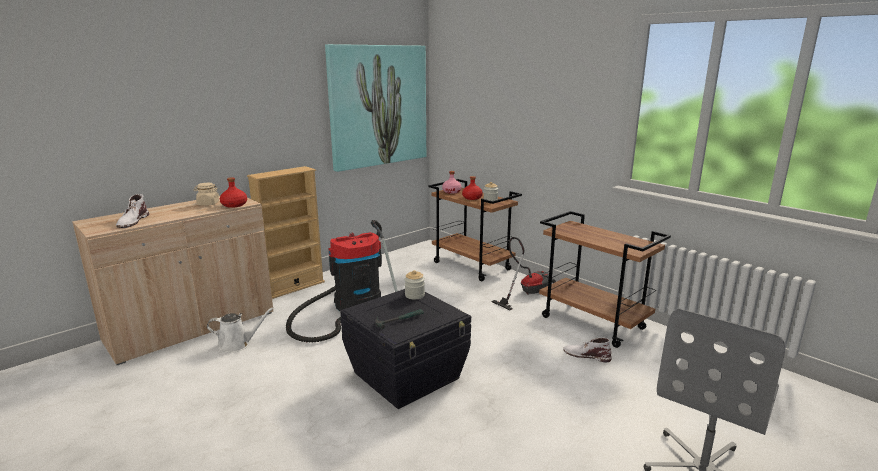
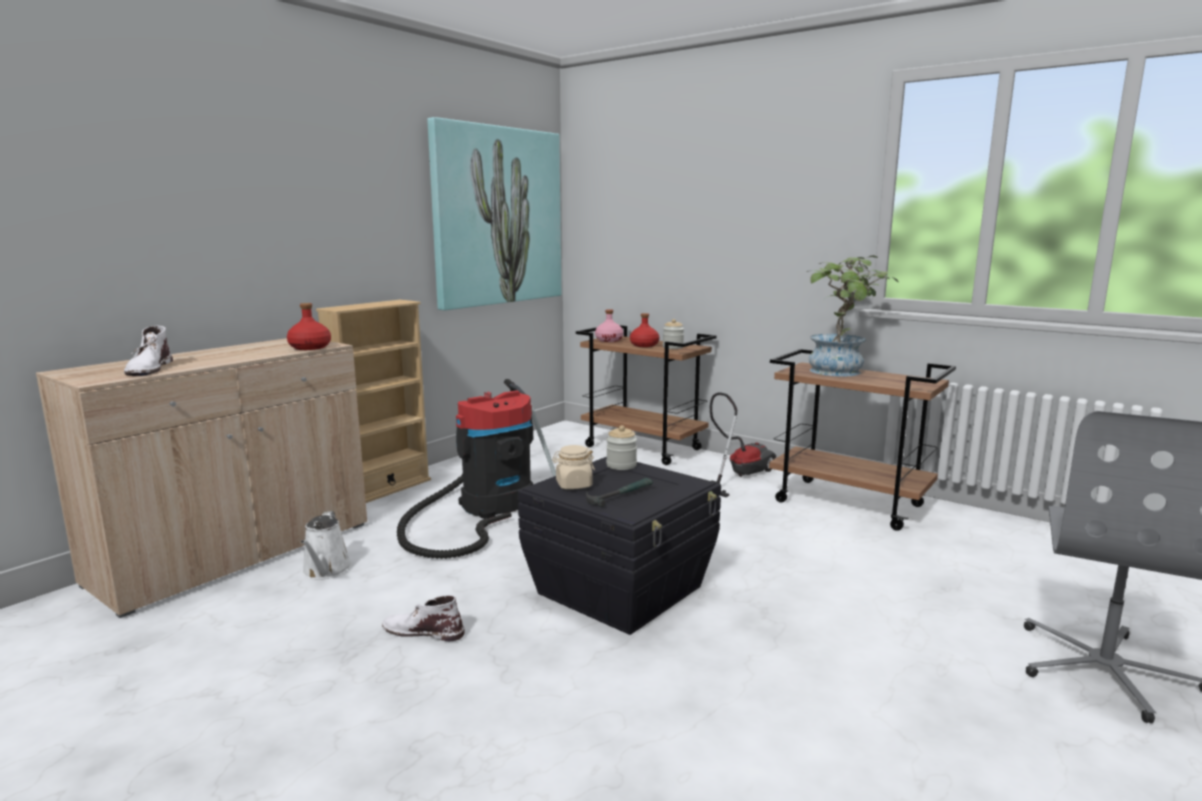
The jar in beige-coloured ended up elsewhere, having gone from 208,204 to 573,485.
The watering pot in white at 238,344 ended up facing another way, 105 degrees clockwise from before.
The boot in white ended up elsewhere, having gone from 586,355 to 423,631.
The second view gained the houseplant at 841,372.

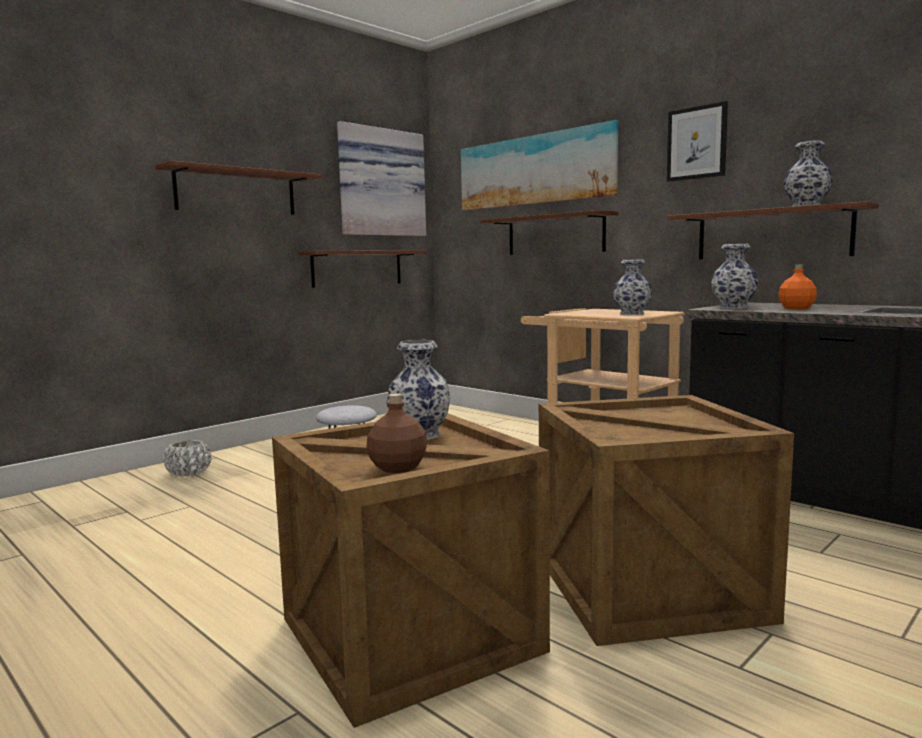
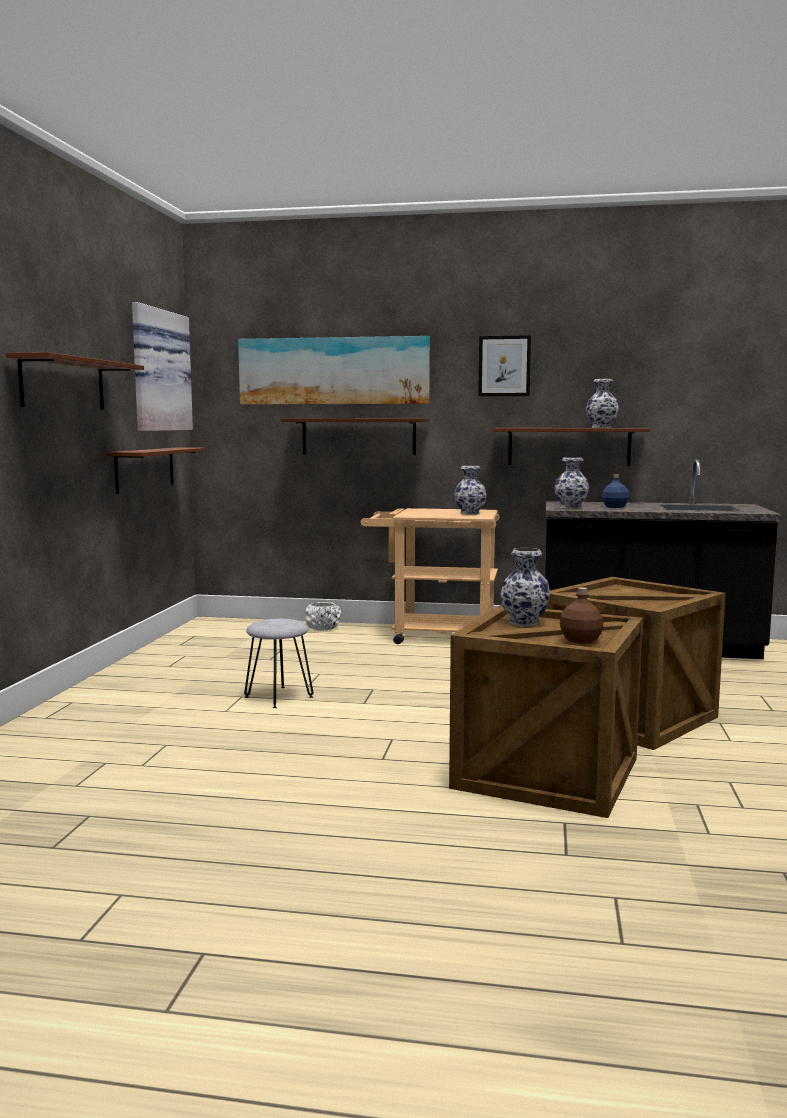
What was the drink bottle in orange at 797,308 turned into the drink bottle in blue at 615,507.
The flower pot in white ended up elsewhere, having gone from 188,473 to 323,628.

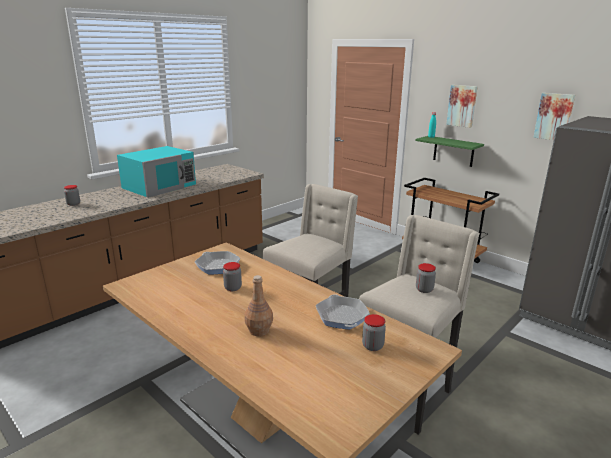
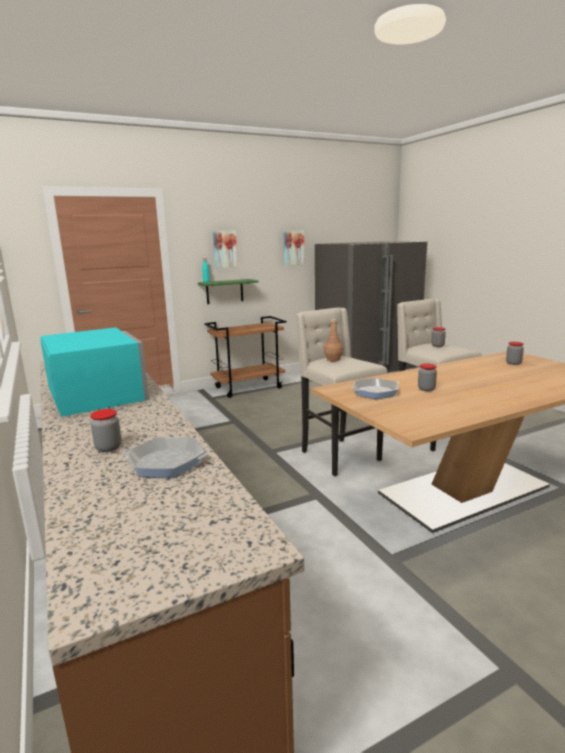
The drink bottle in brown-coloured ended up elsewhere, having gone from 259,330 to 333,359.
The frying pan ended up elsewhere, having gone from 342,316 to 167,462.

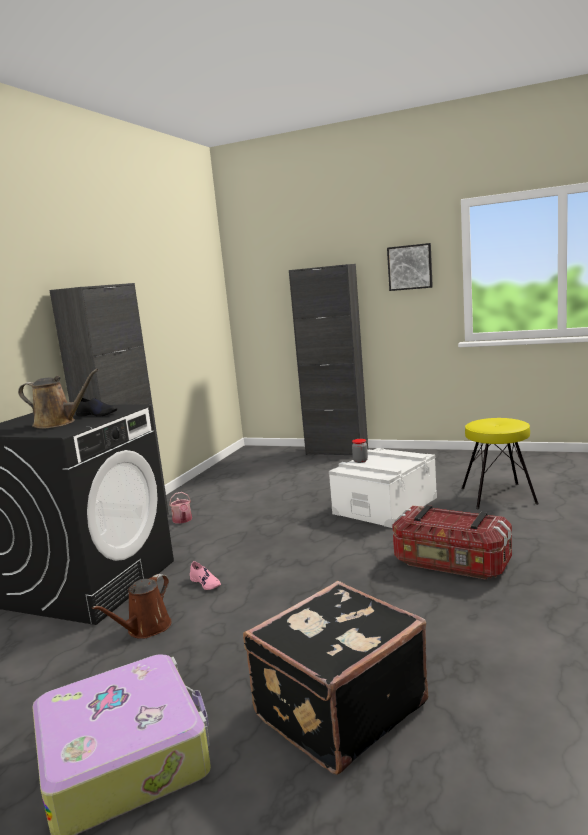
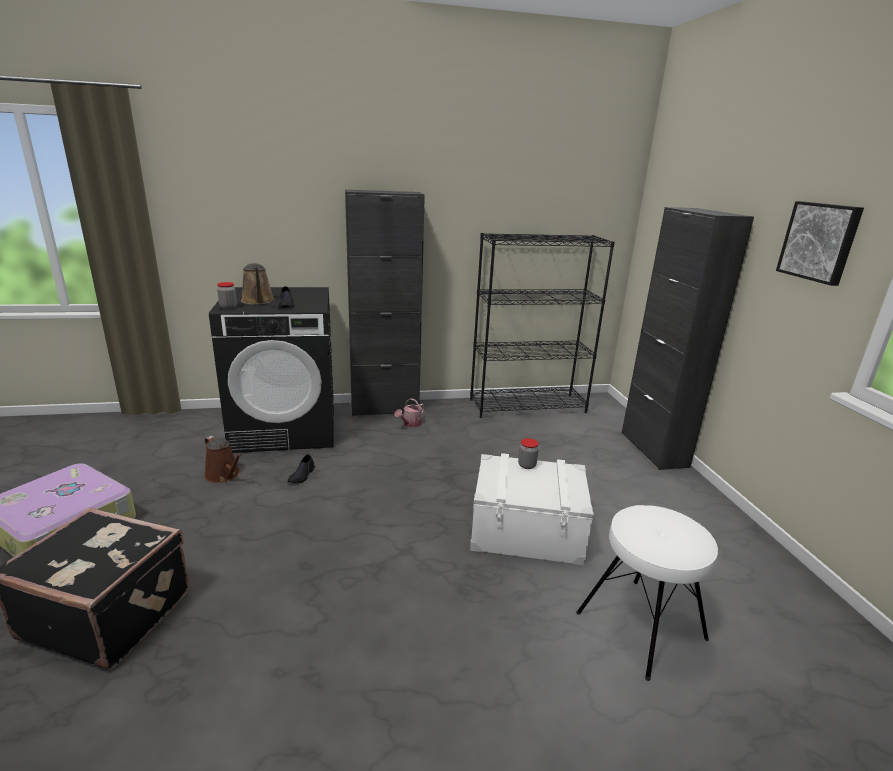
What was the sitting stool in yellowish at 498,496 turned into the sitting stool in white at 639,625.
The second view lost the storage bin at 451,564.
What was the item of footwear in pink at 206,583 turned into the item of footwear in black at 302,475.
The watering pot in brown-coloured at 146,629 ended up facing another way, 135 degrees counterclockwise from before.
The second view gained the shelving unit in black at 528,405.
The second view gained the jar at 228,307.

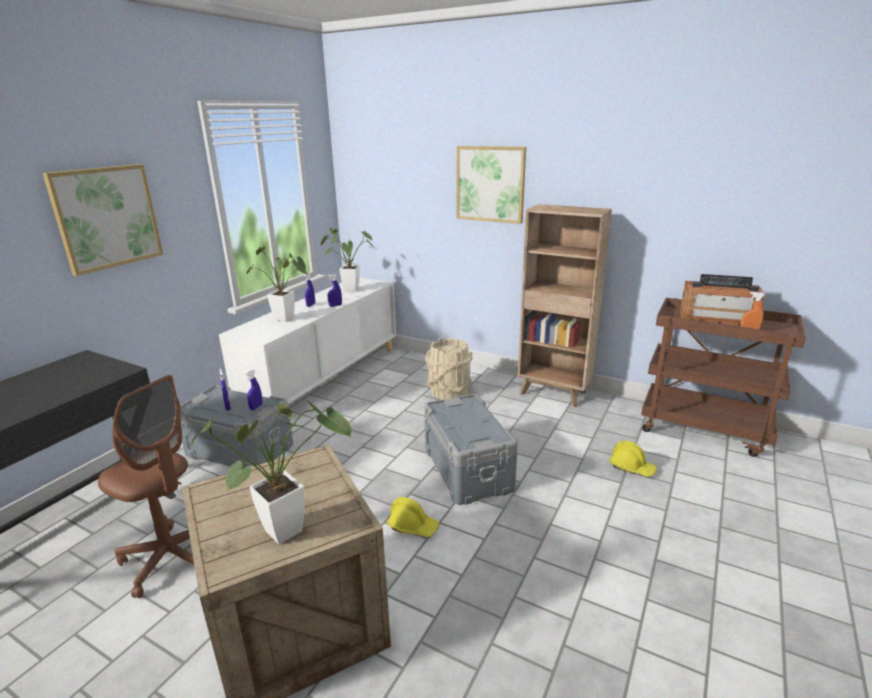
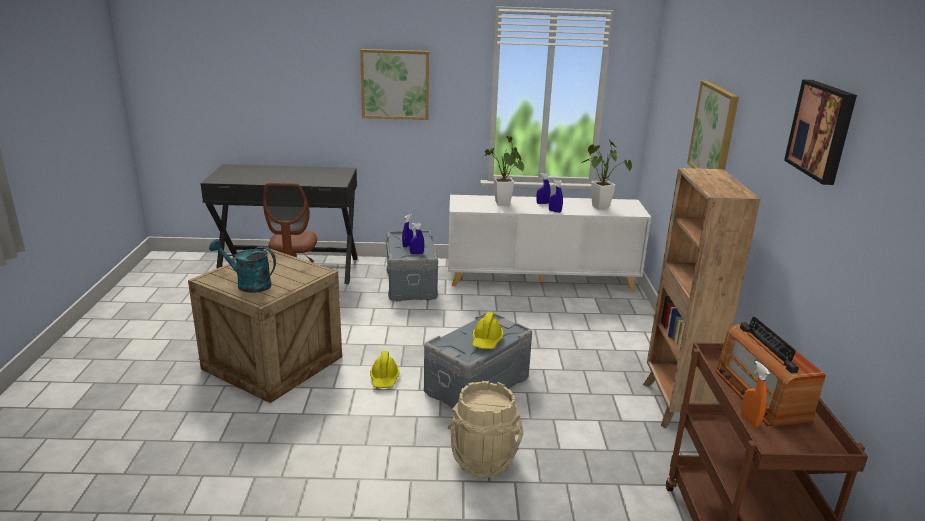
The bucket in beige-coloured ended up elsewhere, having gone from 449,392 to 484,460.
Where the houseplant stood at 292,527, the watering pot in turquoise-coloured came to stand at 248,284.
The work helmet in yellowish ended up elsewhere, having gone from 632,467 to 487,341.
The second view gained the wall art at 822,130.

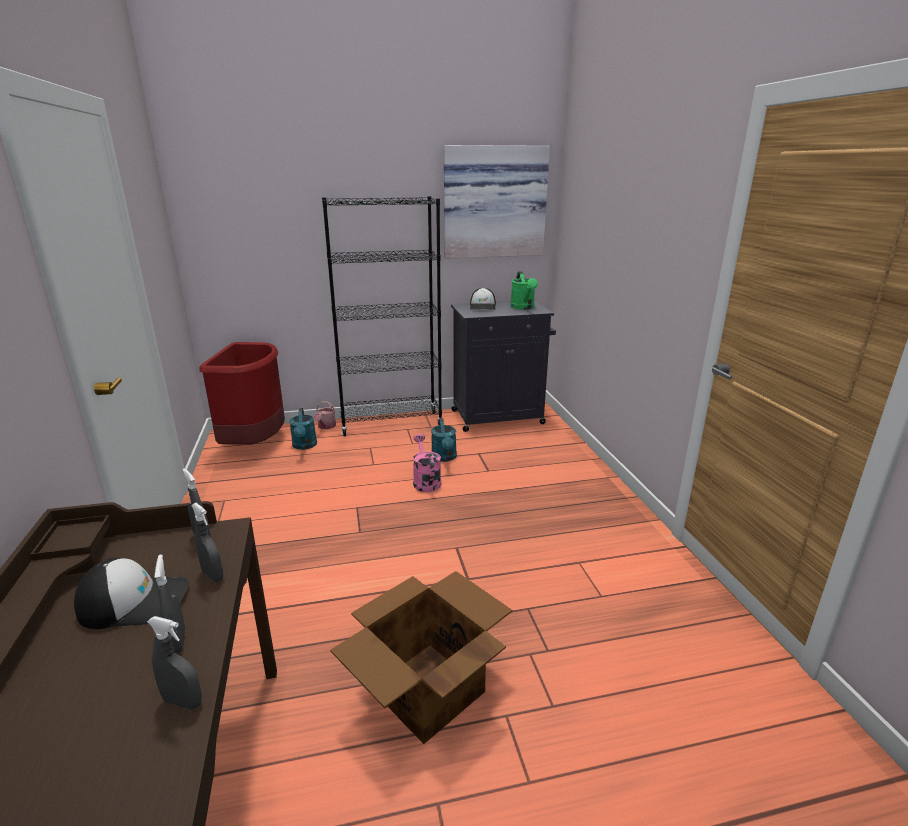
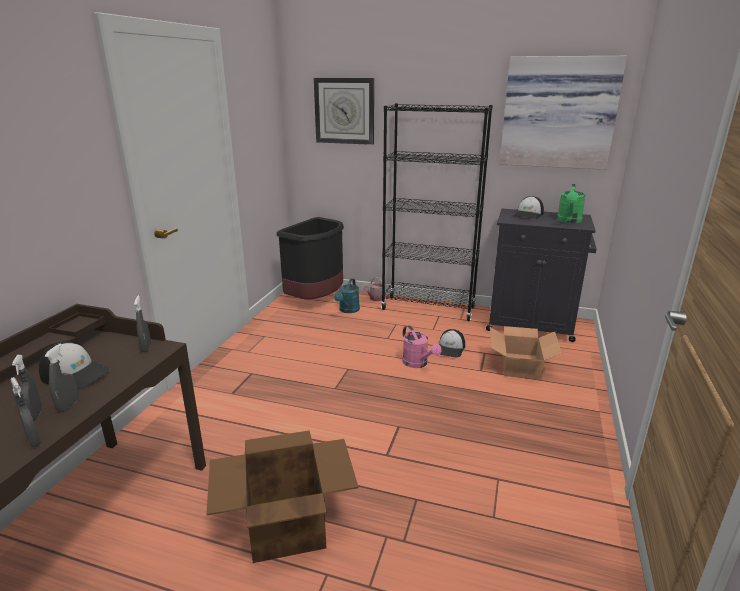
What was the waste bin in reddish at 255,442 turned into the waste bin in black at 316,299.
Where the watering pot in turquoise-coloured stood at 445,458, the baseball cap came to stand at 450,348.
The watering pot in pink at 425,481 ended up facing another way, 135 degrees clockwise from before.
The sprayer in gray ended up elsewhere, having gone from 213,575 to 35,415.
The second view gained the wall clock at 344,111.
The second view gained the cardboard box at 521,365.

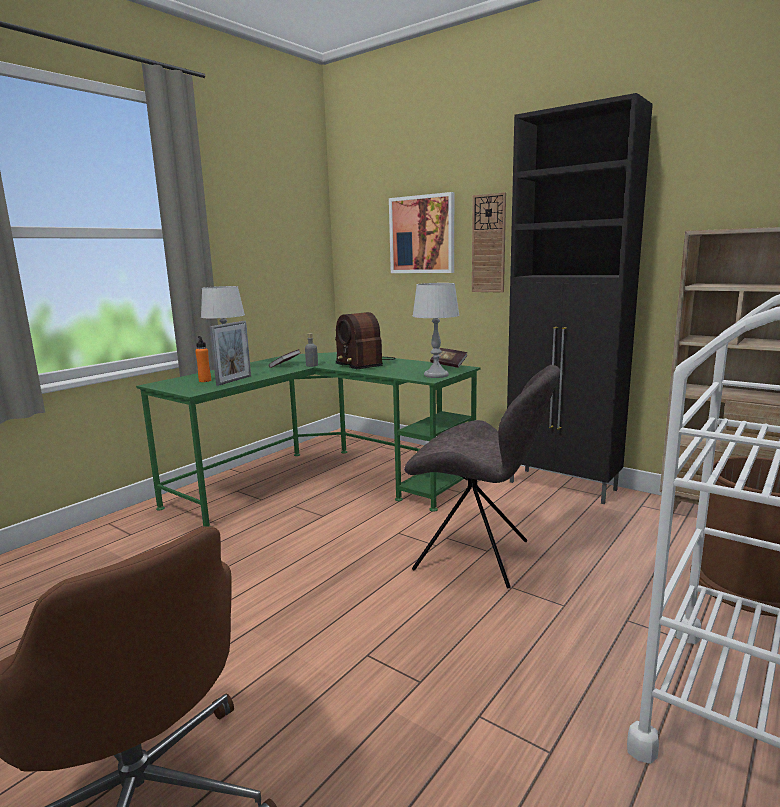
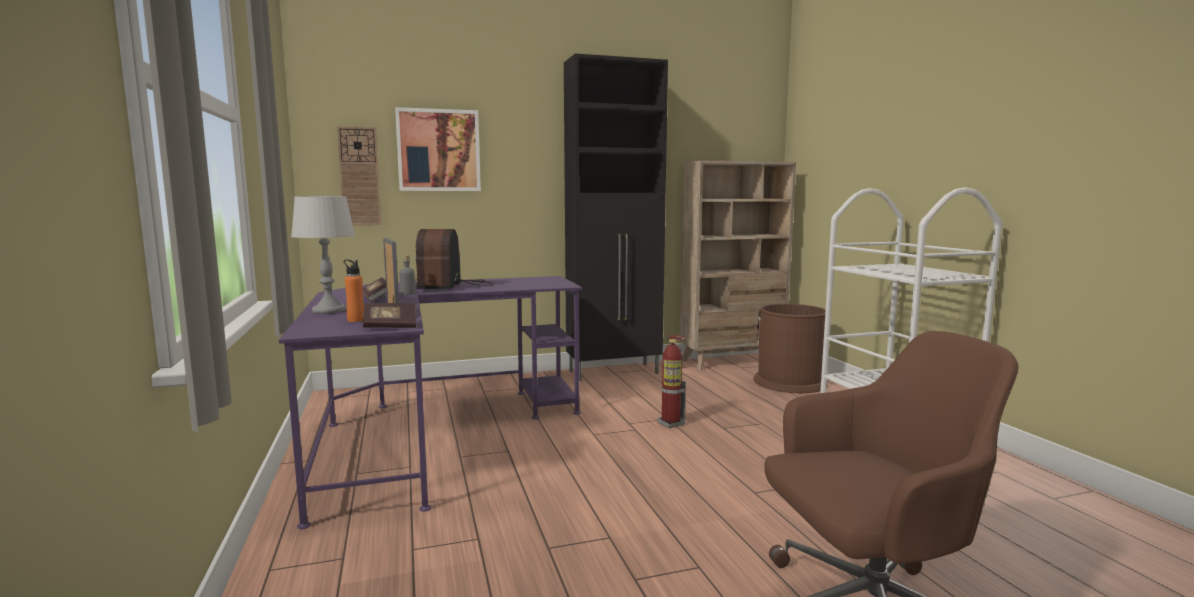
The wall clock ended up elsewhere, having gone from 489,244 to 359,176.
The second view lost the tabletop lamp in gray at 436,375.
The radio set at 364,363 ended up facing another way, 90 degrees clockwise from before.
The book ended up elsewhere, having gone from 448,365 to 390,326.
What was the desk in green at 321,482 turned into the desk in purplish at 431,433.
Where the upright chair in gray stood at 477,556, the extinguisher came to stand at 671,424.

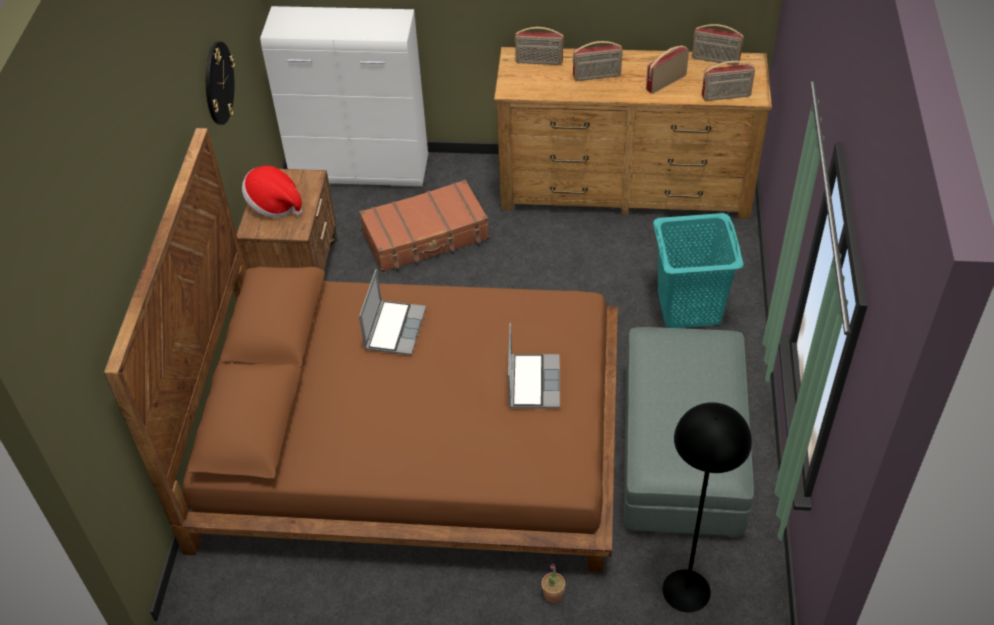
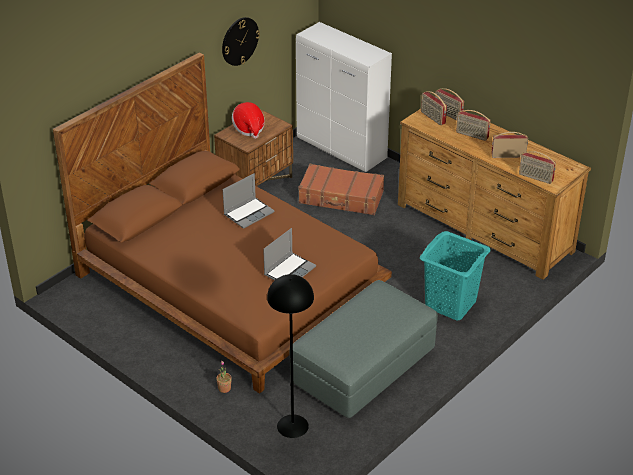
The radio set ended up elsewhere, having gone from 715,60 to 432,118.

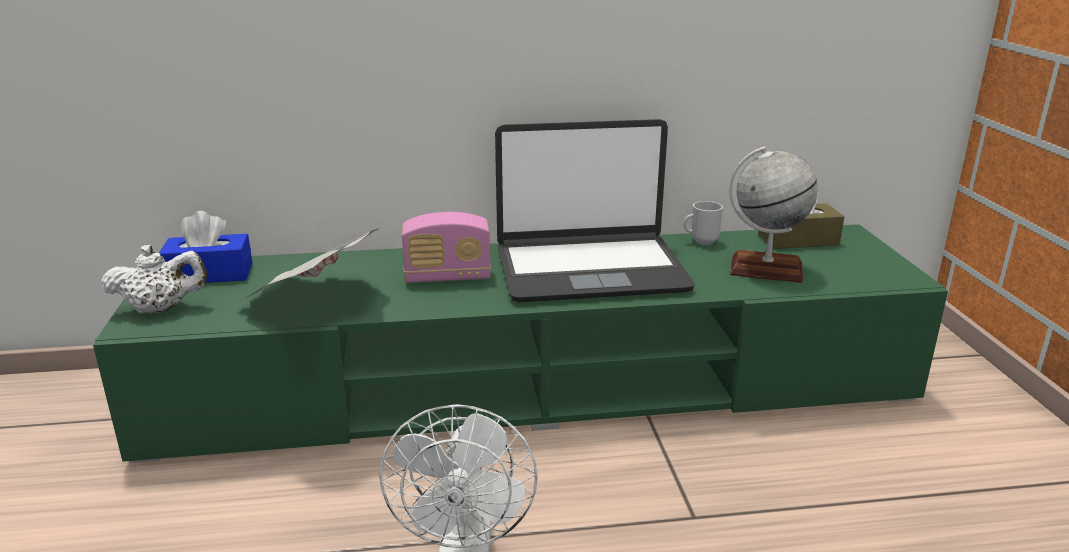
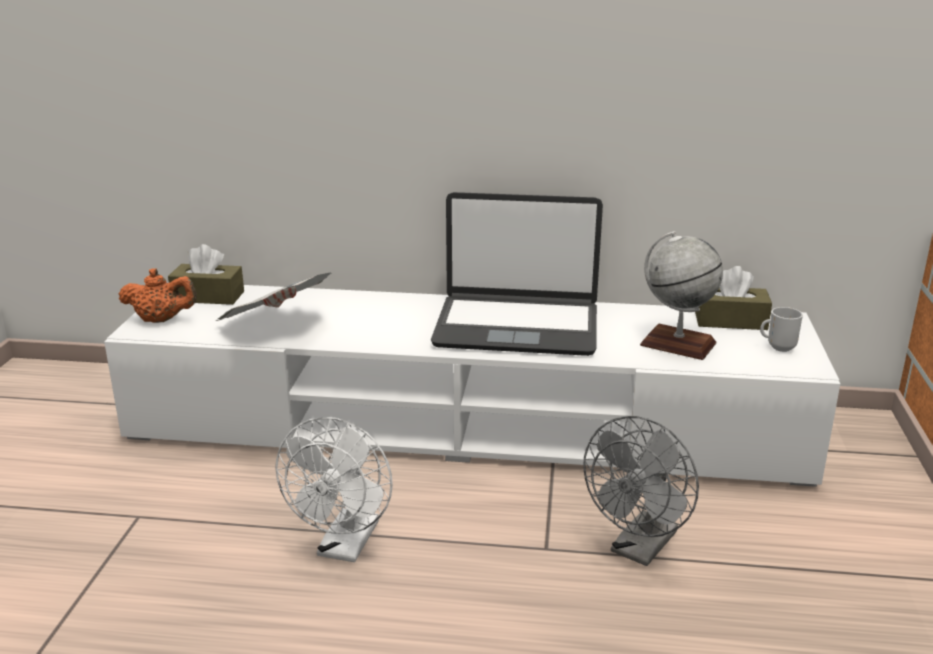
The mug ended up elsewhere, having gone from 701,241 to 778,347.
What was the tissue box in blue at 209,274 turned into the tissue box in brown-coloured at 208,296.
The second view lost the radio set at 447,277.
What was the media console in green at 536,386 turned into the media console in white at 468,426.
What was the teapot in white at 161,309 turned into the teapot in orange at 161,320.
The second view gained the fan in gray at 639,549.

